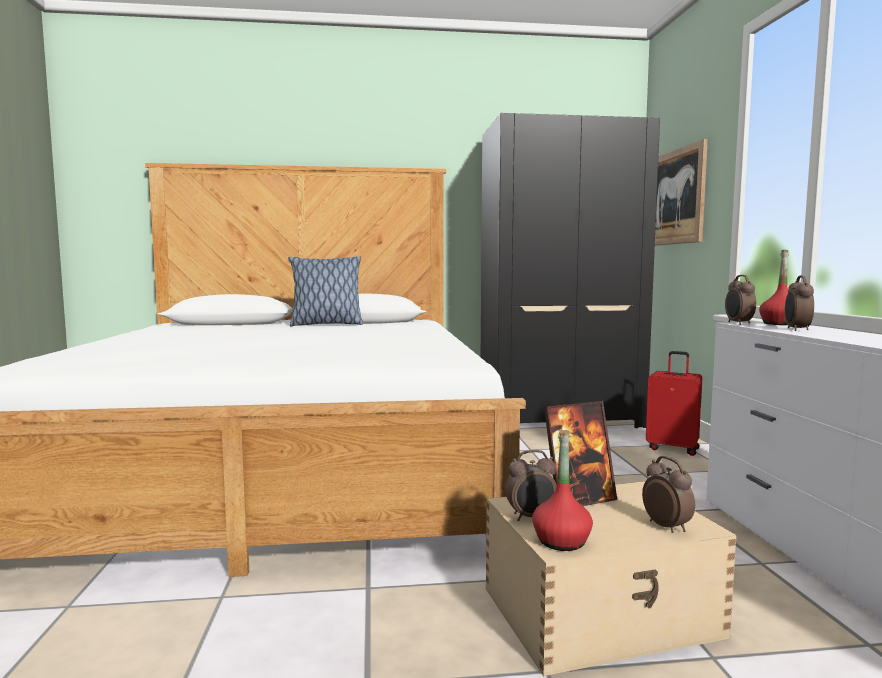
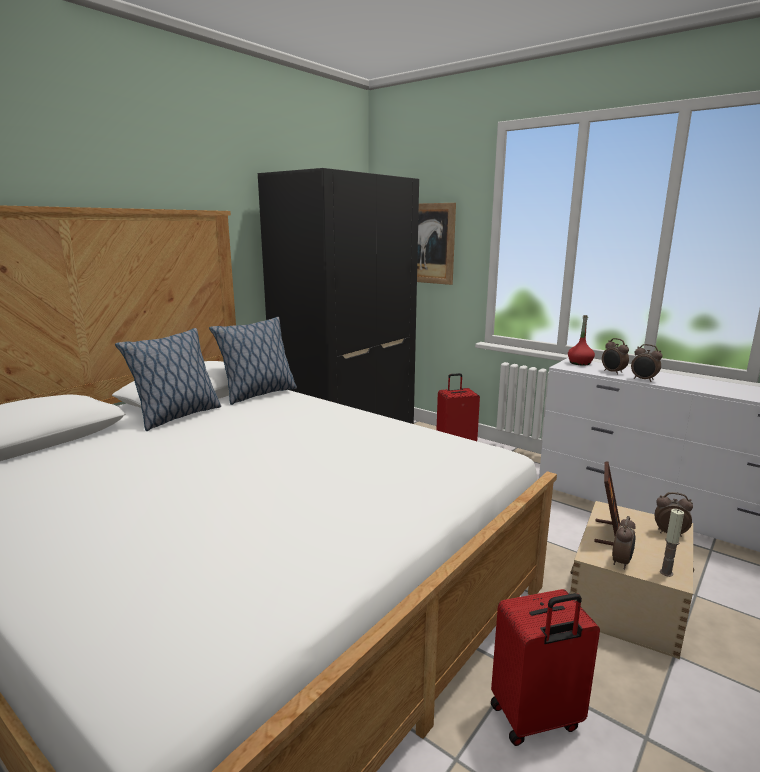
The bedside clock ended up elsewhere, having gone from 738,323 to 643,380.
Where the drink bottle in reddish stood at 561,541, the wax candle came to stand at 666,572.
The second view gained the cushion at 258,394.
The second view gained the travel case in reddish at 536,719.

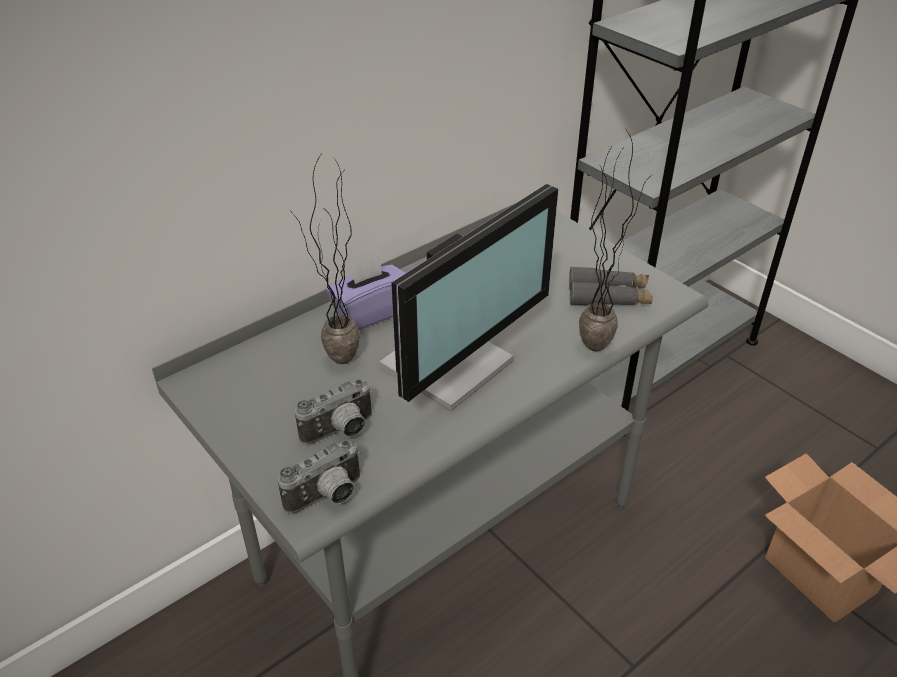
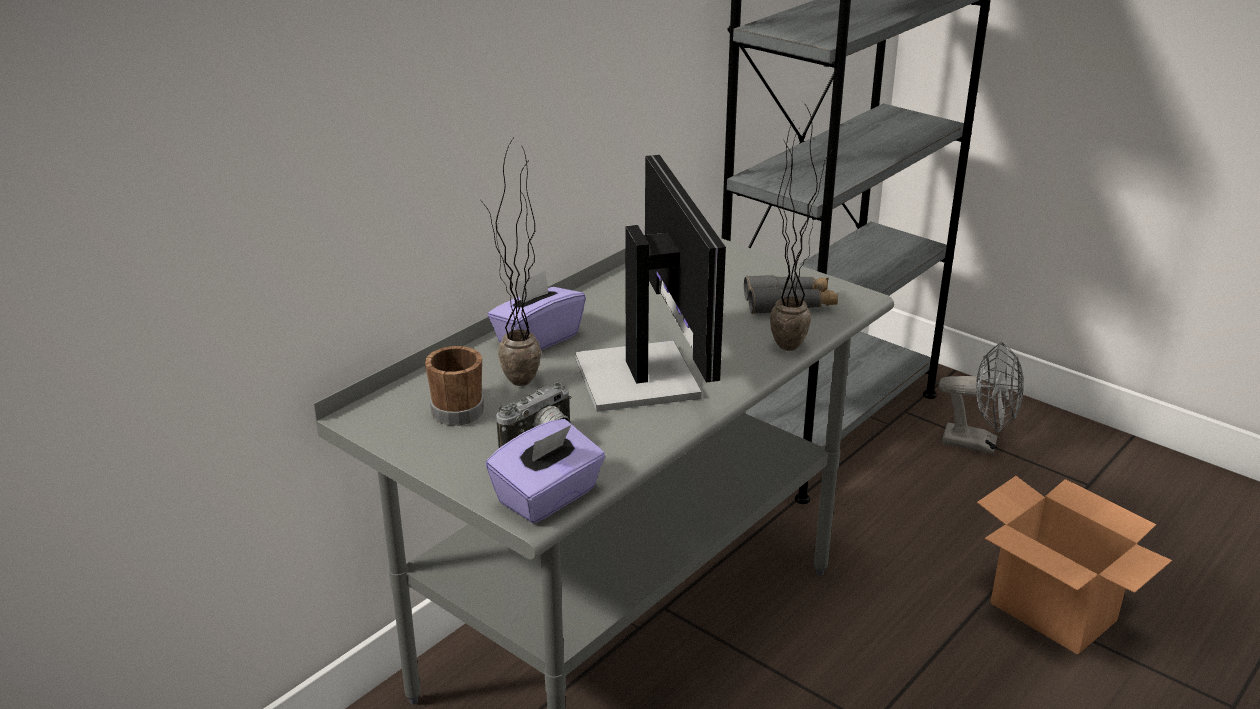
The computer display at 452,365 ended up facing another way, 45 degrees counterclockwise from before.
Where the still camera stood at 328,497, the tissue box in purplish came to stand at 548,497.
The second view gained the fan in gray at 978,443.
The second view gained the mug in brown-coloured at 457,408.

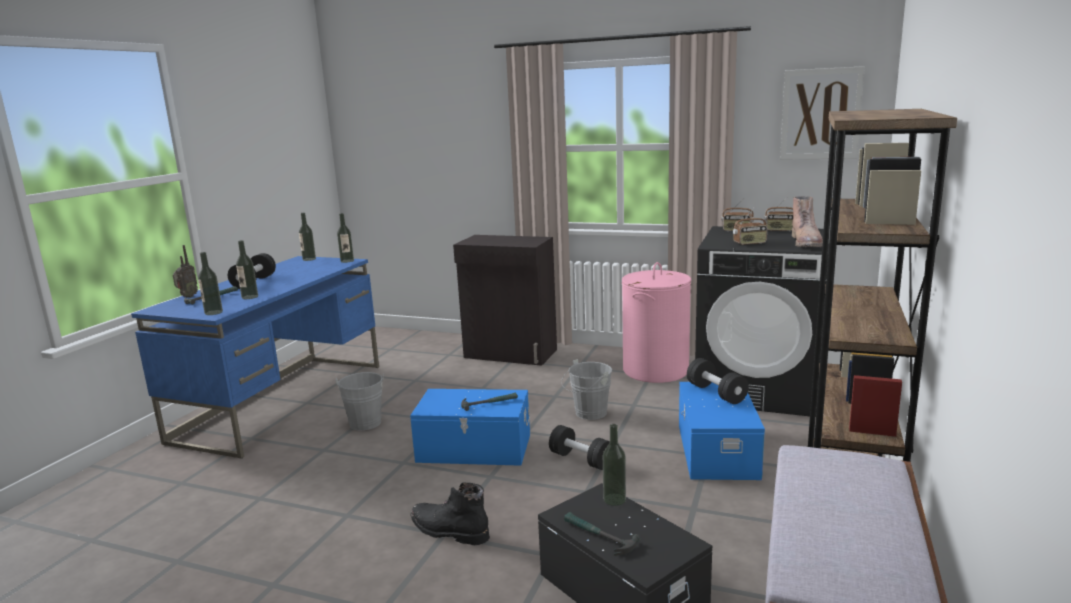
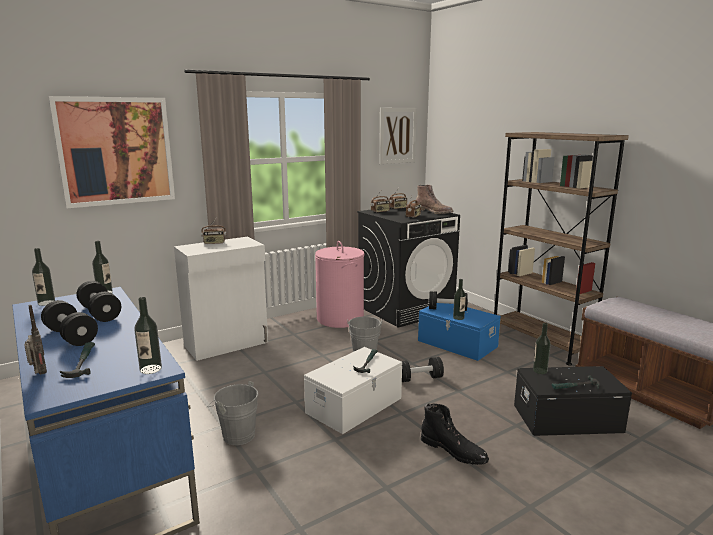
What was the cabinet in black at 510,354 turned into the cabinet in white at 227,344.
The drink bottle ended up elsewhere, having gone from 250,297 to 458,318.
What was the storage bin in blue at 474,449 turned into the storage bin in white at 355,405.
The boot in black at 447,530 ended up facing another way, 120 degrees counterclockwise from before.
The second view gained the wall art at 116,151.
The second view gained the radio set at 214,243.
The second view gained the hand weight in black at 100,313.

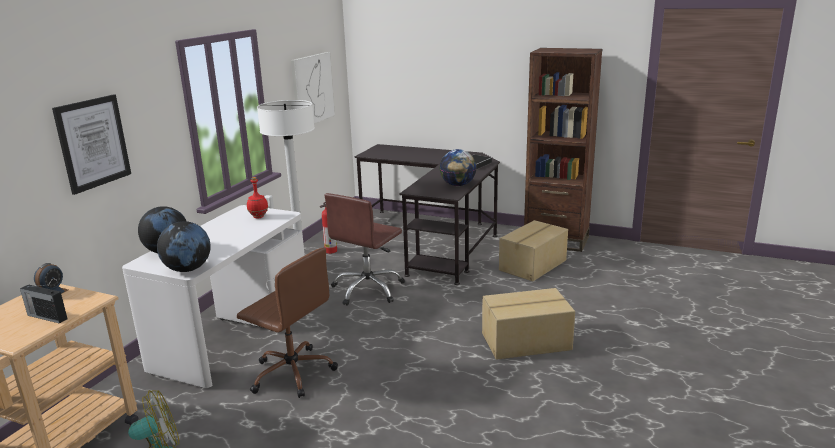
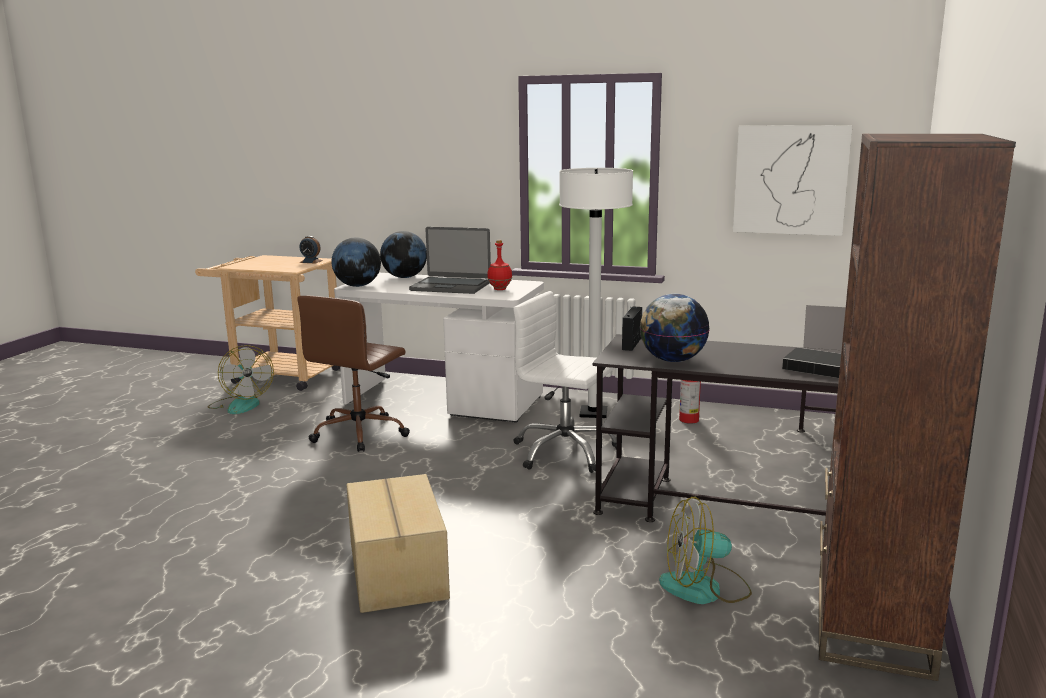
The second view lost the wall art at 93,143.
What was the office chair in brown-coloured at 368,289 turned into the office chair in white at 564,452.
Where the cardboard box stood at 533,265, the fan came to stand at 705,588.
The radio set ended up elsewhere, having gone from 46,317 to 632,343.
The second view gained the notebook computer at 451,286.

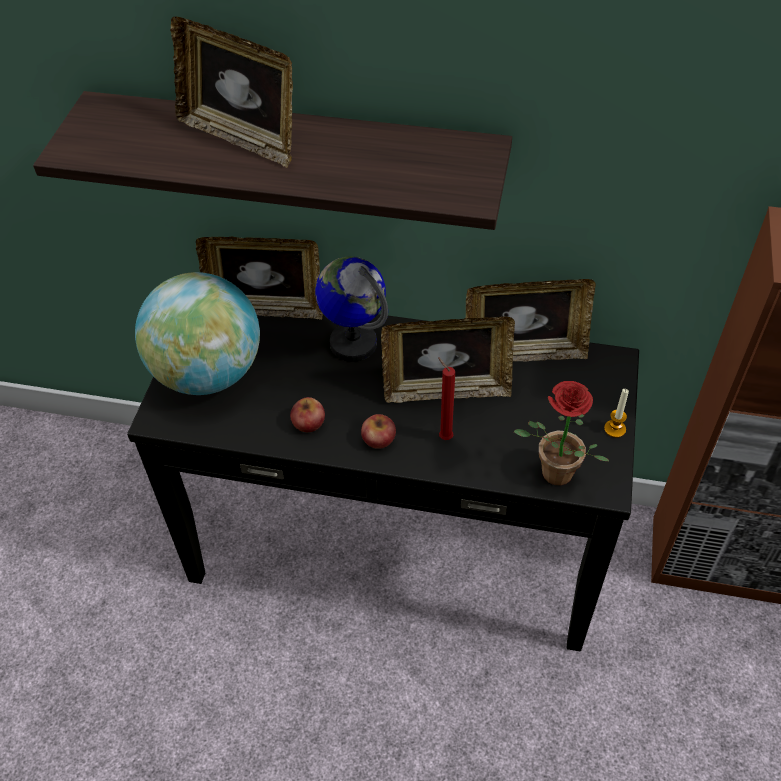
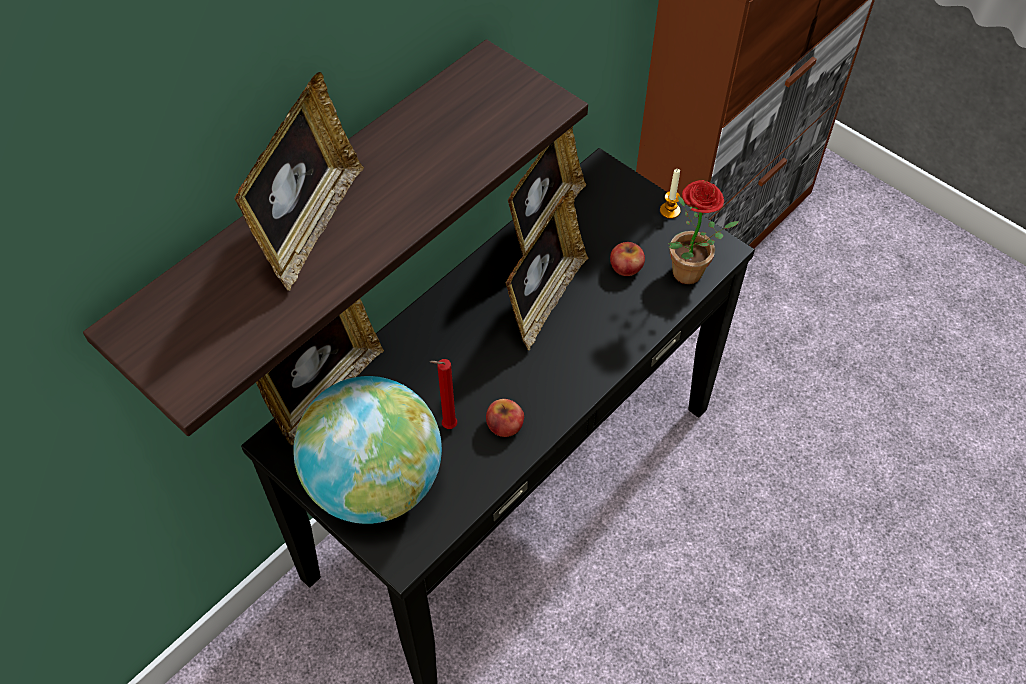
The photo frame at 241,137 ended up facing another way, 45 degrees counterclockwise from before.
The second view lost the desk globe at 353,343.
The wax candle in reddish ended up elsewhere, having gone from 444,436 to 447,426.
The apple ended up elsewhere, having gone from 378,438 to 626,266.

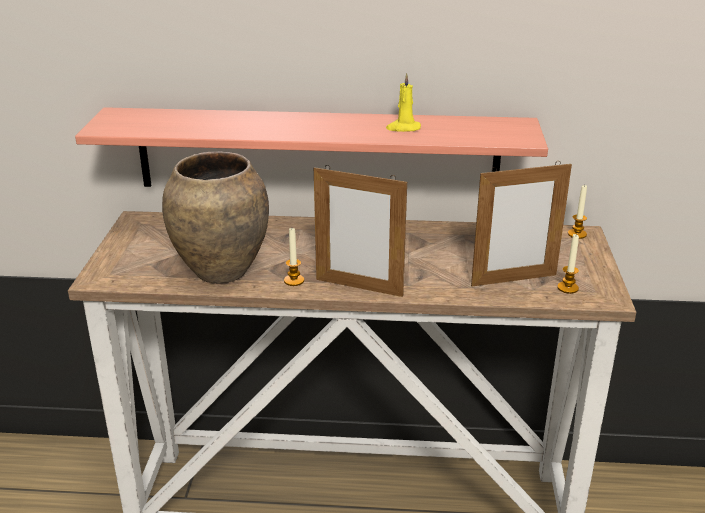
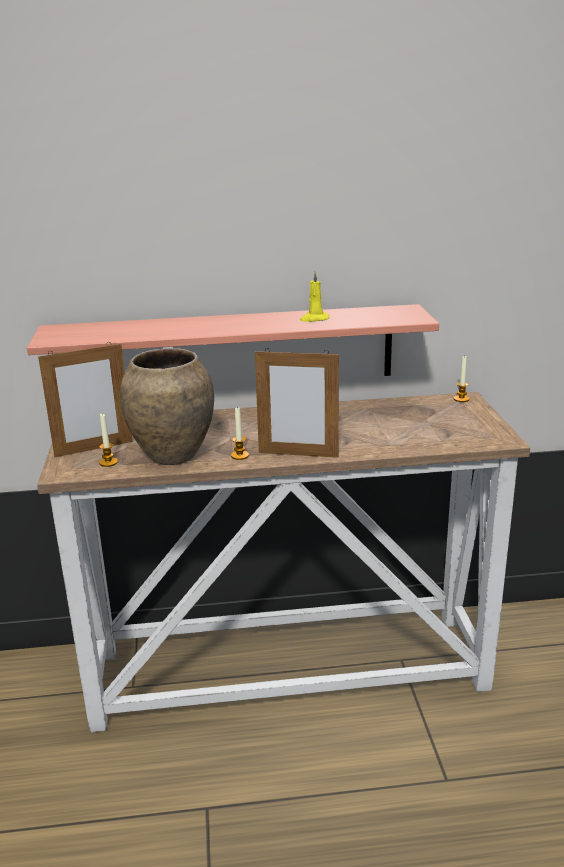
The photo frame ended up elsewhere, having gone from 514,280 to 94,449.
The wax candle ended up elsewhere, having gone from 567,288 to 108,462.

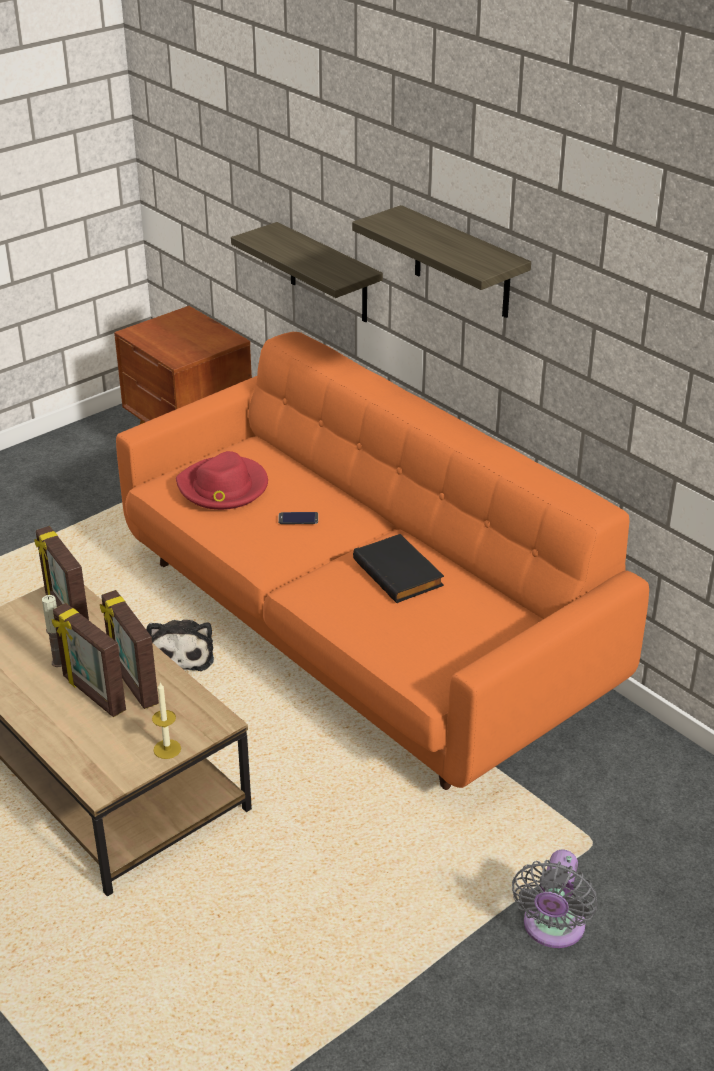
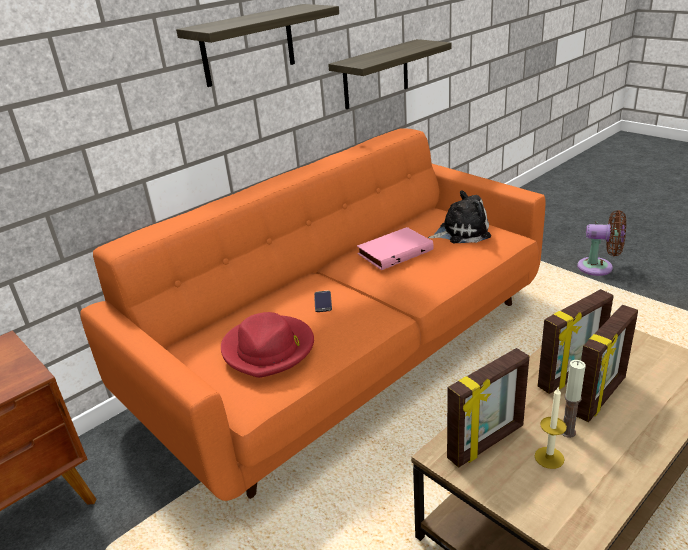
The shelf ended up elsewhere, having gone from 328,274 to 376,74.
What was the book in black at 400,572 turned into the book in pink at 394,251.
The cuddly toy ended up elsewhere, having gone from 181,654 to 461,232.
The wax candle ended up elsewhere, having gone from 167,749 to 549,457.
What was the fan in gray at 552,929 turned into the fan in brown-coloured at 599,267.

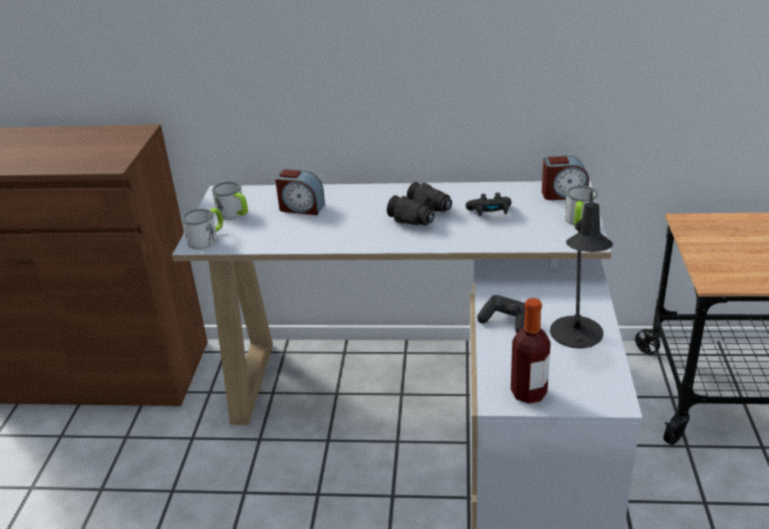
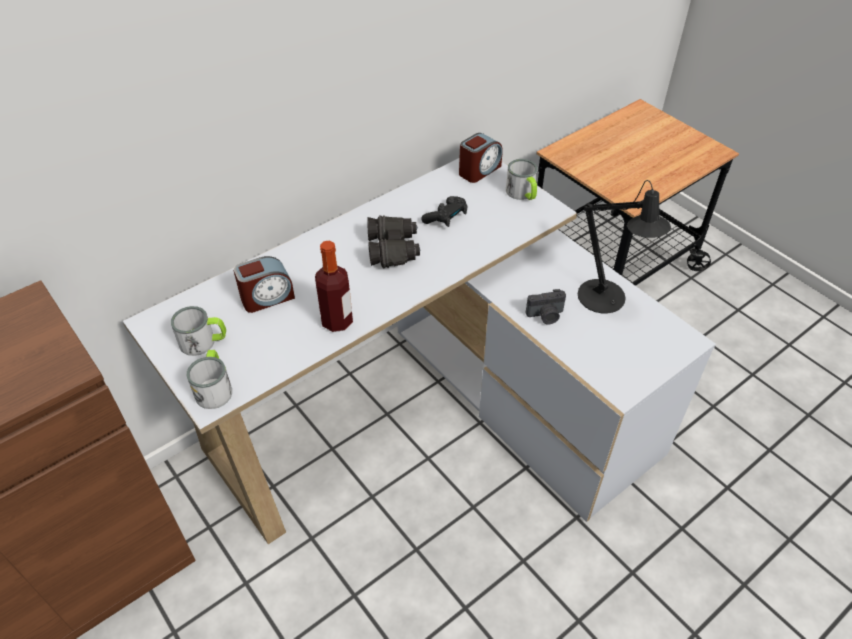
Where the gamepad in black stood at 506,321, the still camera came to stand at 546,316.
The drink bottle ended up elsewhere, having gone from 528,393 to 337,321.

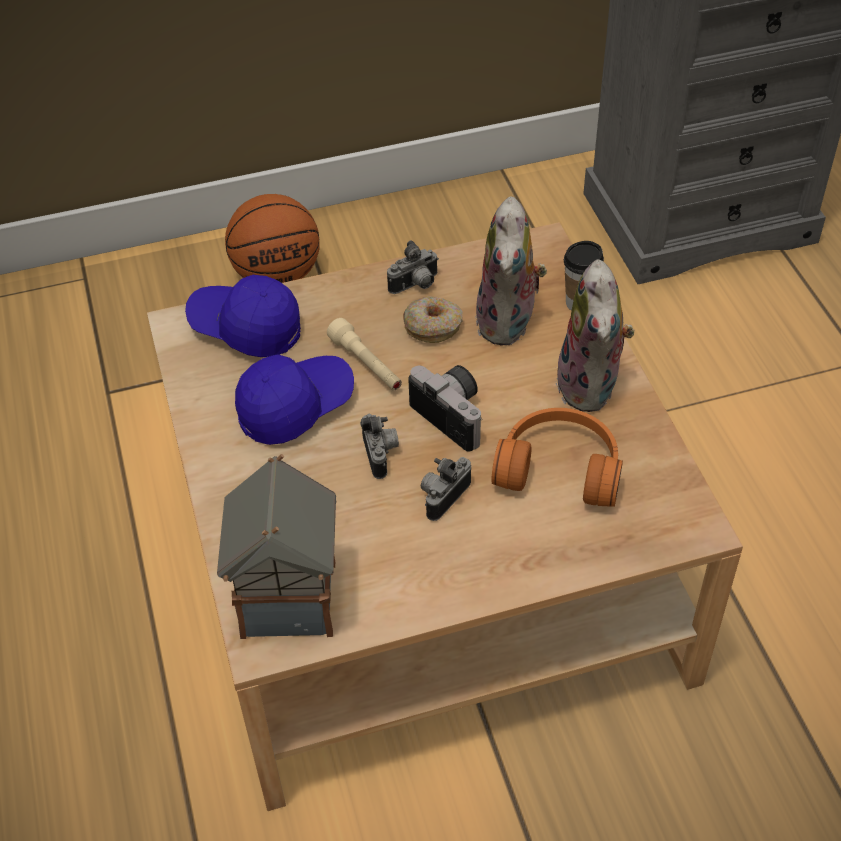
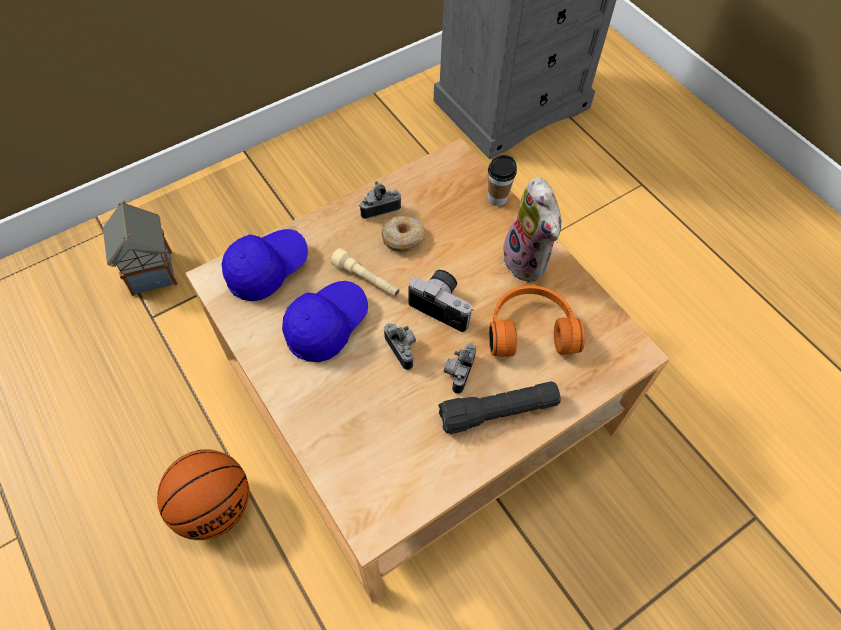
The ball for basketball ended up elsewhere, having gone from 277,275 to 214,506.
The second view lost the cuddly toy at 509,323.
The still camera at 416,286 ended up facing another way, 150 degrees counterclockwise from before.
The baseball cap in blue at 246,328 ended up facing another way, 135 degrees clockwise from before.
The model house ended up elsewhere, having gone from 290,602 to 153,274.
The second view gained the flashlight in black at 498,412.

